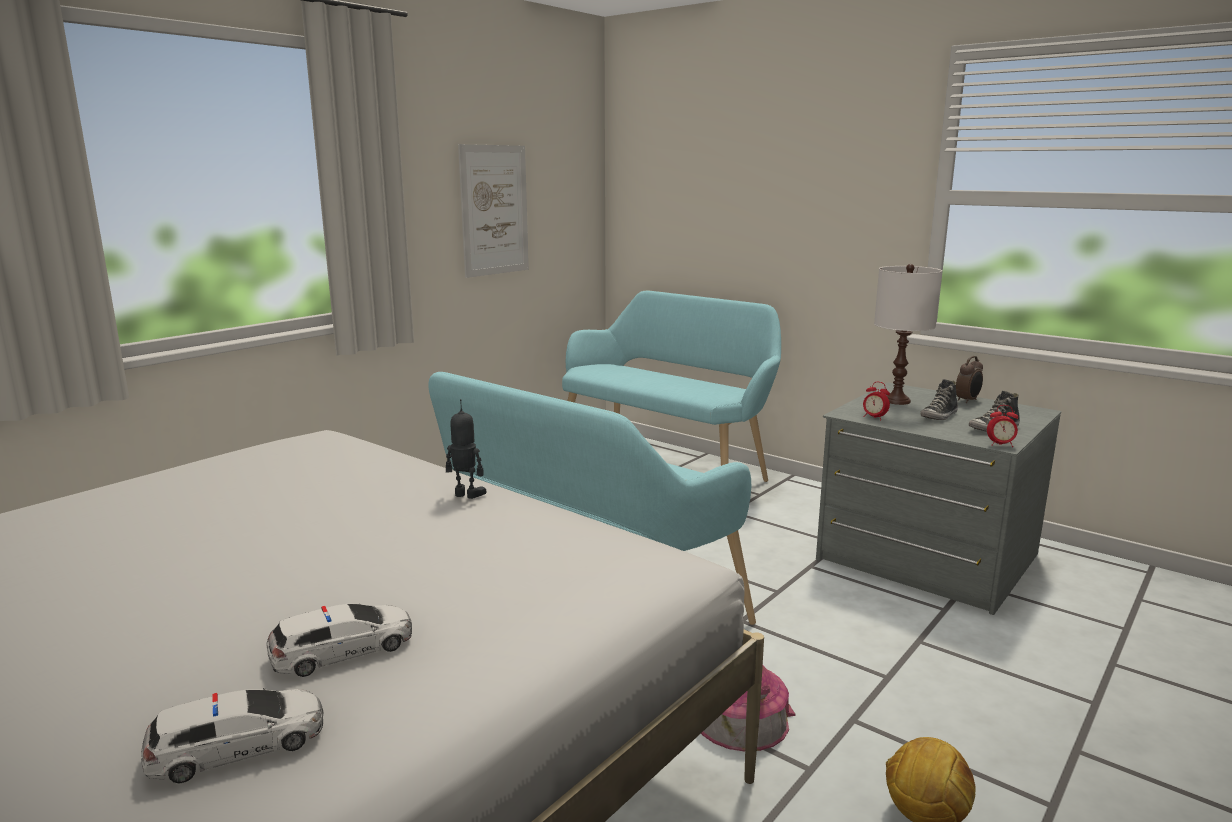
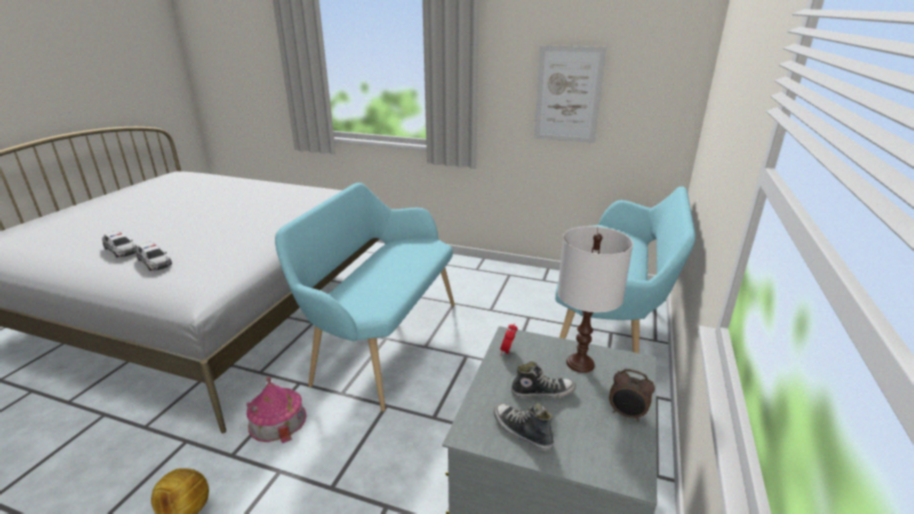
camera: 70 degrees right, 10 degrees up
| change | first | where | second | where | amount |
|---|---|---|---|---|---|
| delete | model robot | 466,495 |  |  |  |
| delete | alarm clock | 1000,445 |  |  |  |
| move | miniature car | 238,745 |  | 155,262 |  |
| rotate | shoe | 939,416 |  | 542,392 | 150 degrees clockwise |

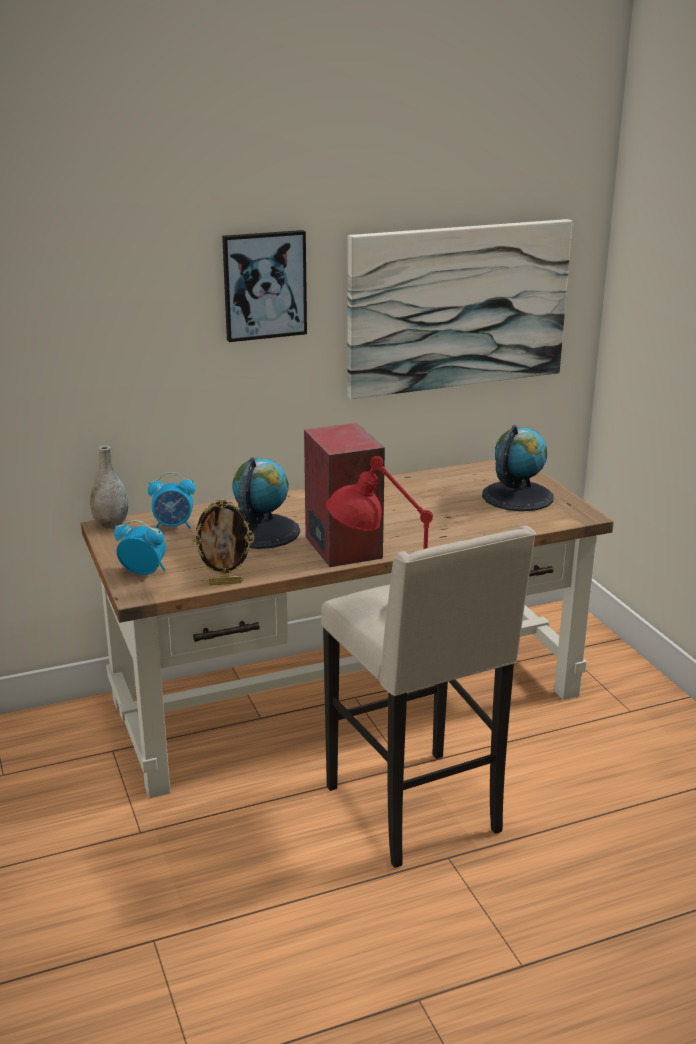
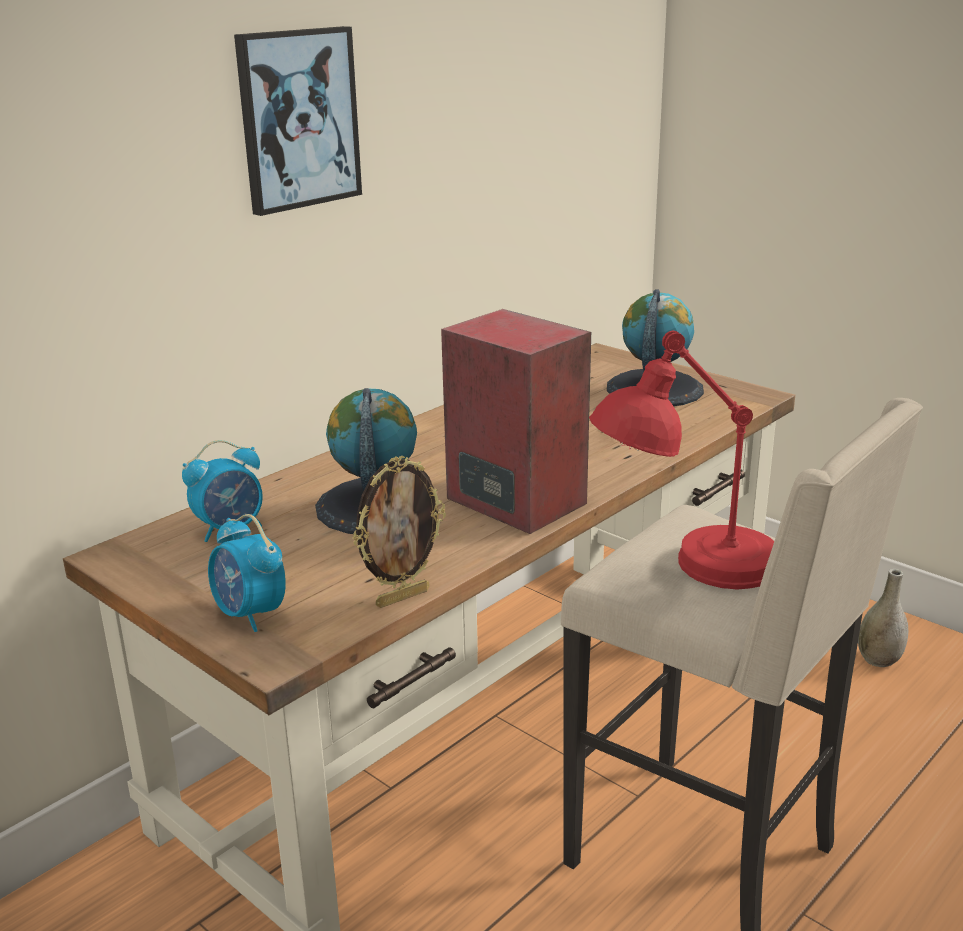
camera: 25 degrees left, 0 degrees up
| change | first | where | second | where | amount |
|---|---|---|---|---|---|
| delete | picture | 457,307 |  |  |  |
| move | flower vase/greyish | 111,524 |  | 878,660 |  |
| rotate | alarm clock | 143,572 |  | 250,614 | 120 degrees counterclockwise |

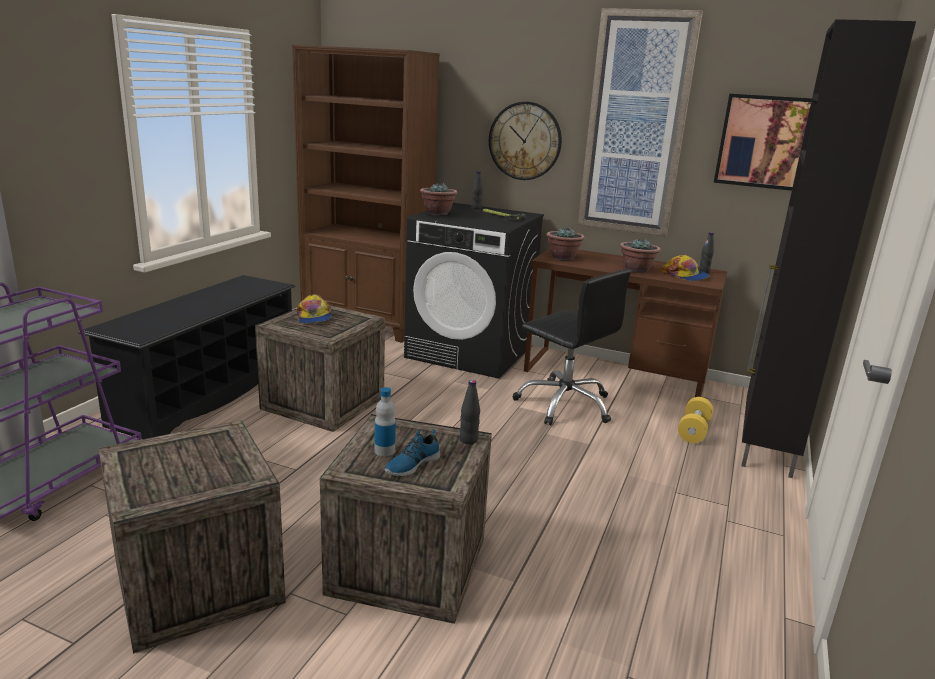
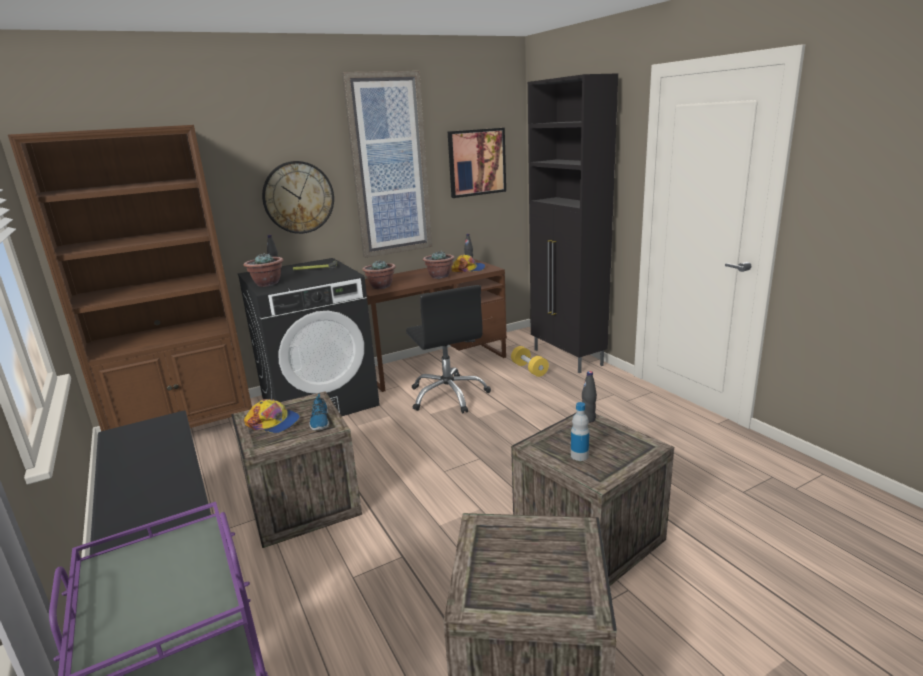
camera: 50 degrees left, 0 degrees up
| change | first | where | second | where | amount |
|---|---|---|---|---|---|
| move | shoe | 411,464 |  | 319,421 |  |
| rotate | computer chair/black-coloured | 565,404 |  | 448,395 | 75 degrees clockwise |

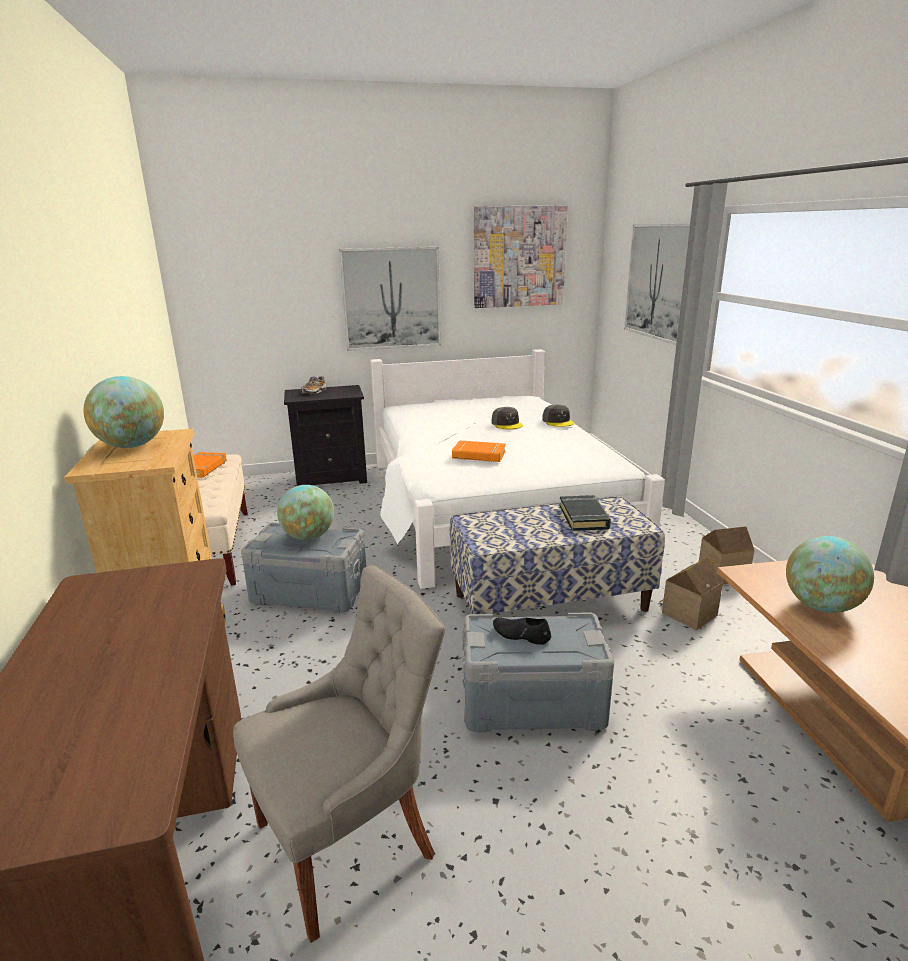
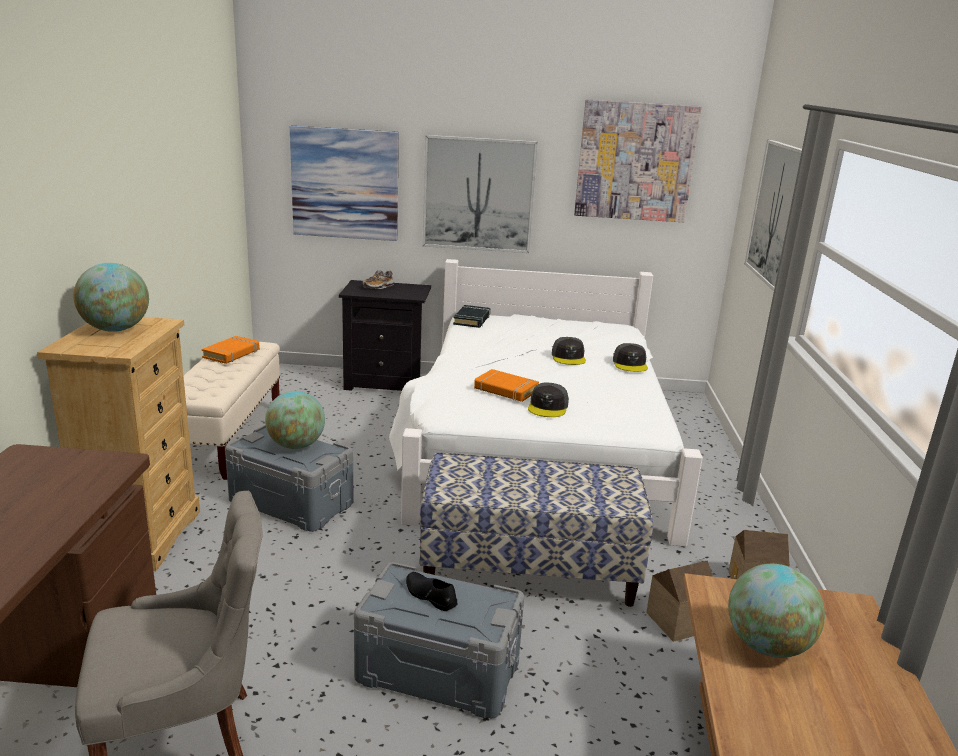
camera: 15 degrees right, 0 degrees up
| change | first | where | second | where | amount |
|---|---|---|---|---|---|
| insert |  |  | picture | 345,184 |  |
| insert |  |  | cap/greyish | 548,407 |  |
| move | book/black-coloured | 584,517 |  | 472,320 |  |

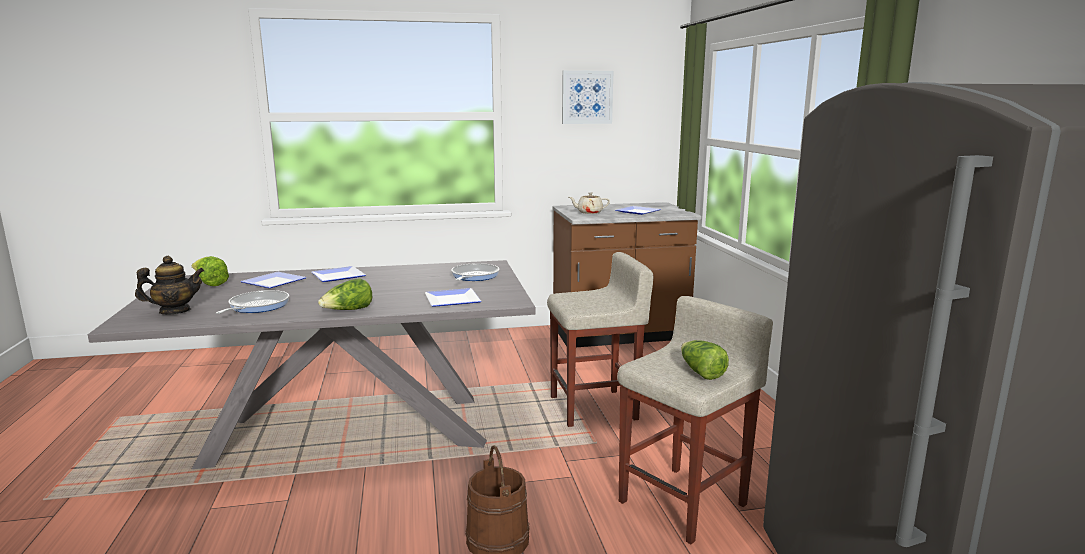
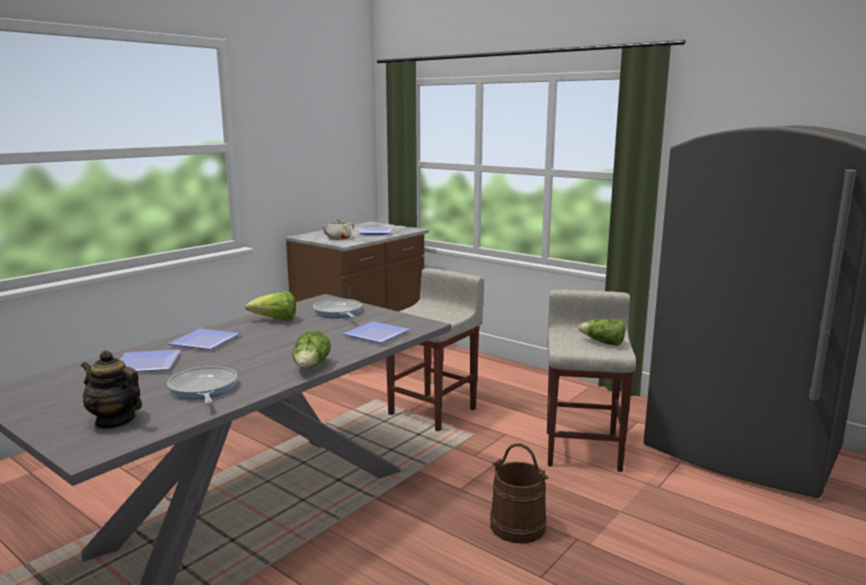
camera: 40 degrees left, 0 degrees up
| change | first | where | second | where | amount |
|---|---|---|---|---|---|
| delete | picture | 587,97 |  |  |  |
| move | head of lettuce | 209,284 |  | 275,320 |  |
| rotate | pot for tea | 175,311 |  | 115,421 | 90 degrees counterclockwise |

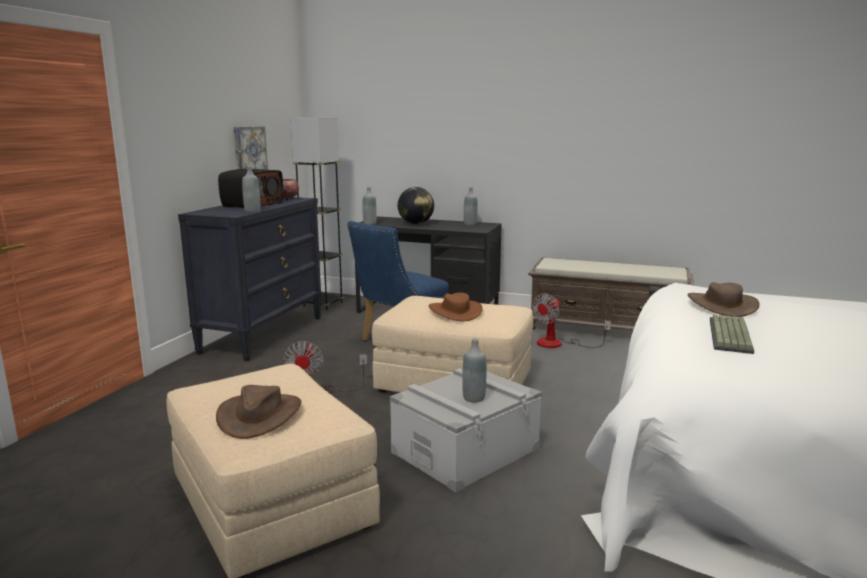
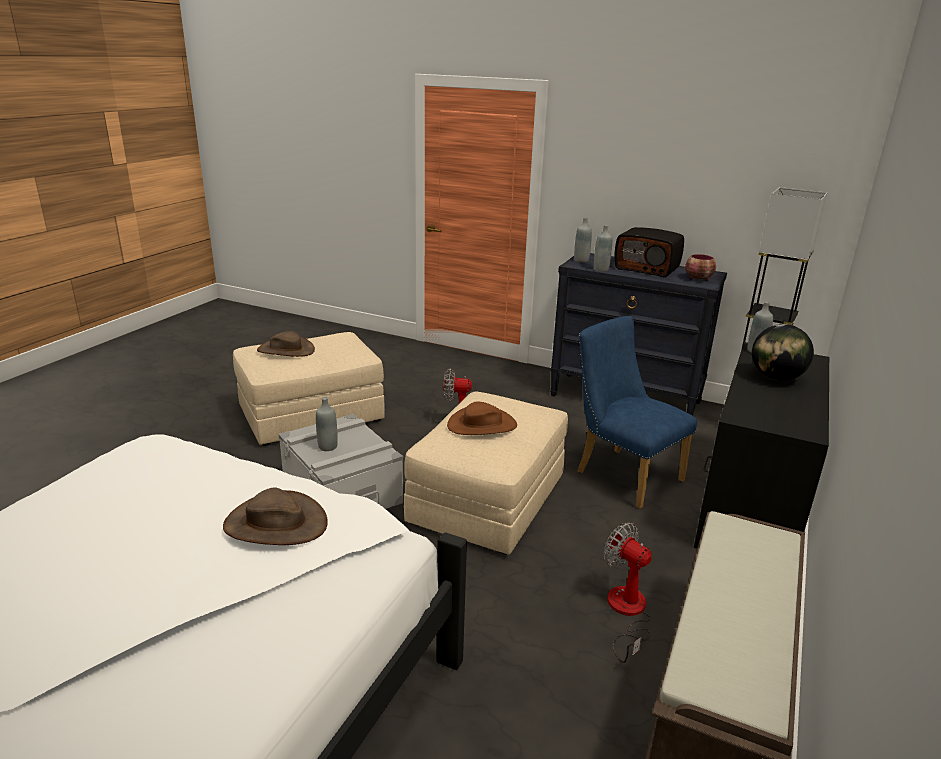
camera: 95 degrees right, 10 degrees up
| change | first | where | second | where | amount |
|---|---|---|---|---|---|
| delete | picture | 249,150 |  |  |  |
| delete | keyboard | 732,336 |  |  |  |
| move | drink bottle/greyish | 470,224 |  | 581,260 |  |

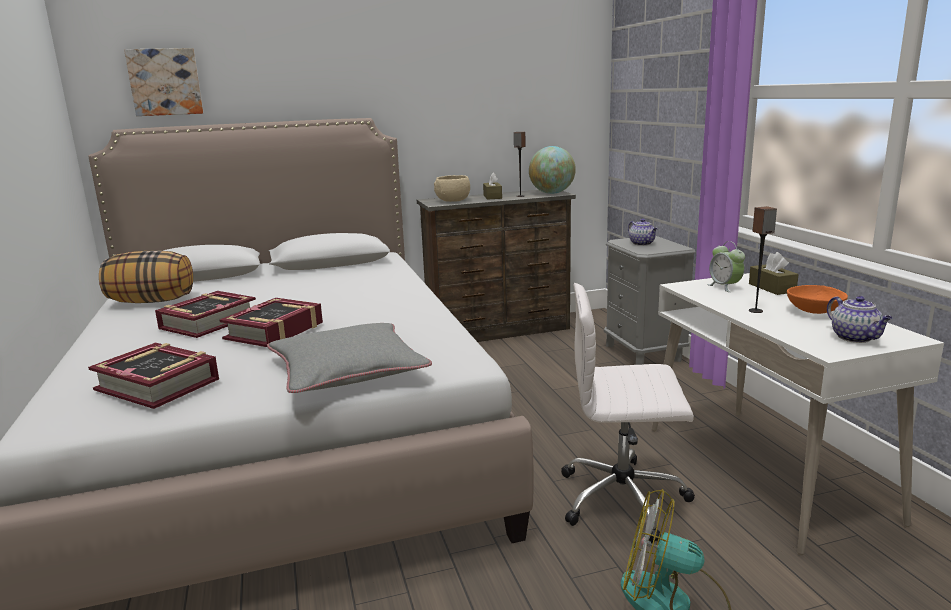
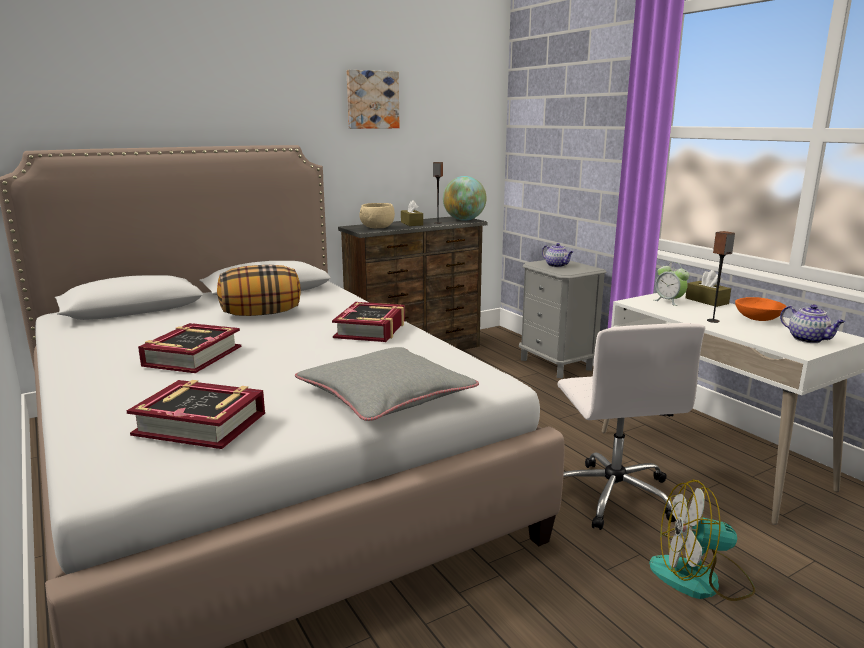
camera: 15 degrees left, 0 degrees up
| change | first | where | second | where | amount |
|---|---|---|---|---|---|
| move | pillow | 152,301 |  | 261,314 |  |
| move | picture | 165,82 |  | 372,100 |  |
| move | book | 275,331 |  | 371,330 |  |
| rotate | computer chair/whitish | 624,499 |  | 612,495 | 90 degrees counterclockwise |

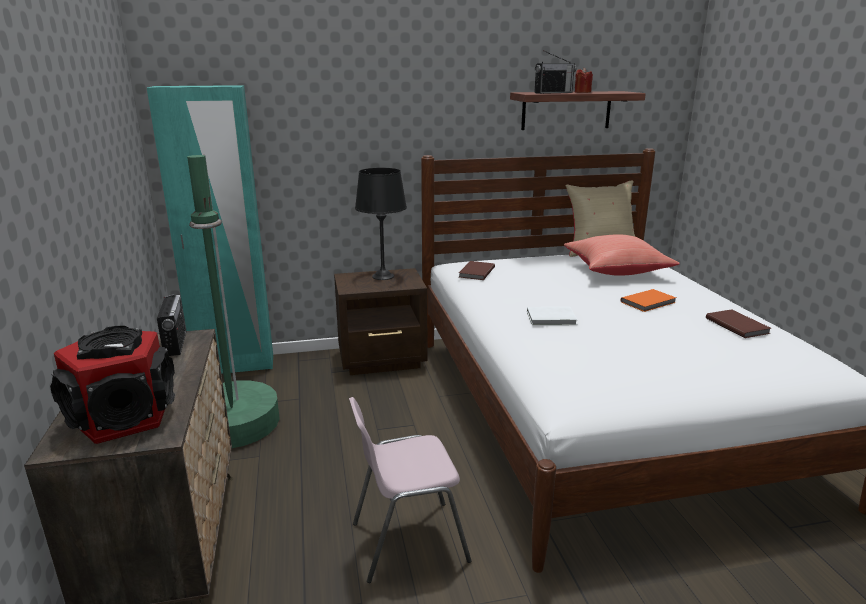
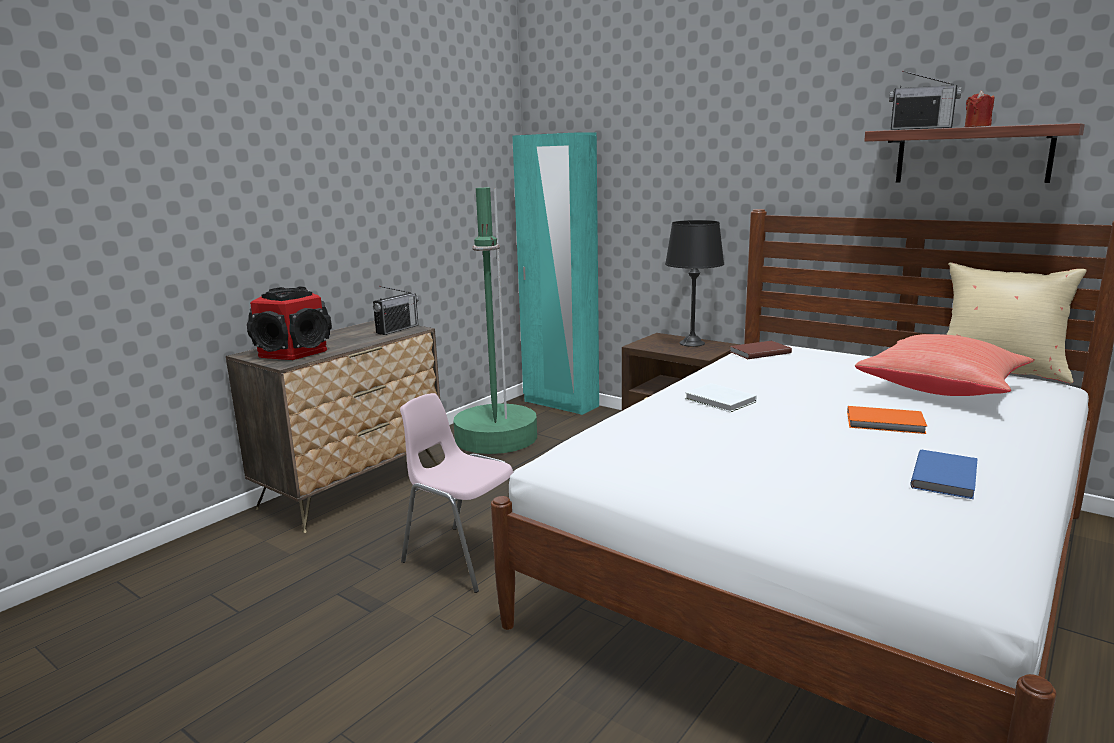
camera: 50 degrees right, 5 degrees down
| change | first | where | second | where | amount |
|---|---|---|---|---|---|
| recolor | book/brown-coloured | 737,325 | book/blue-coloured | 946,477 |  |

